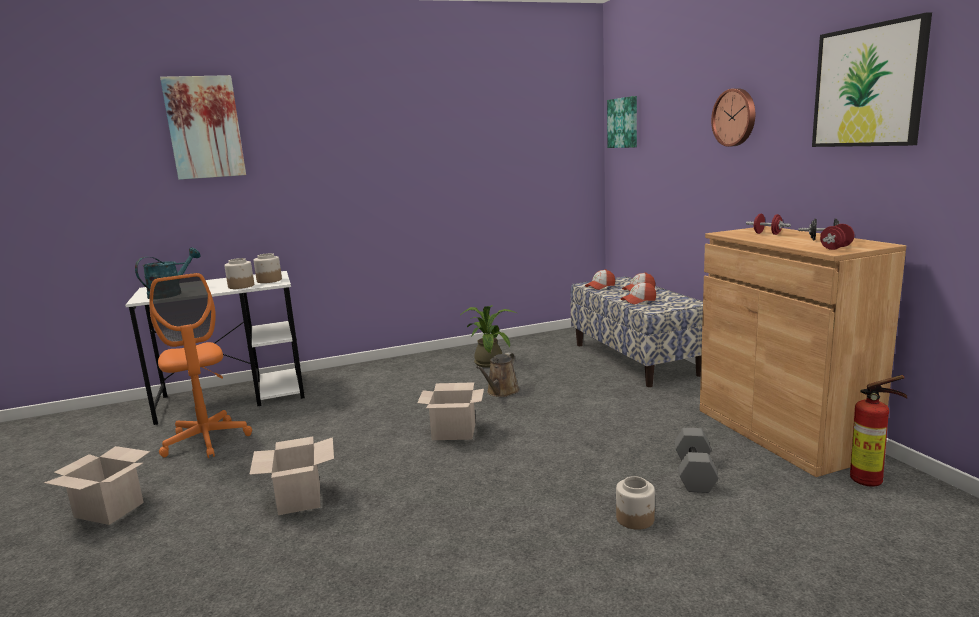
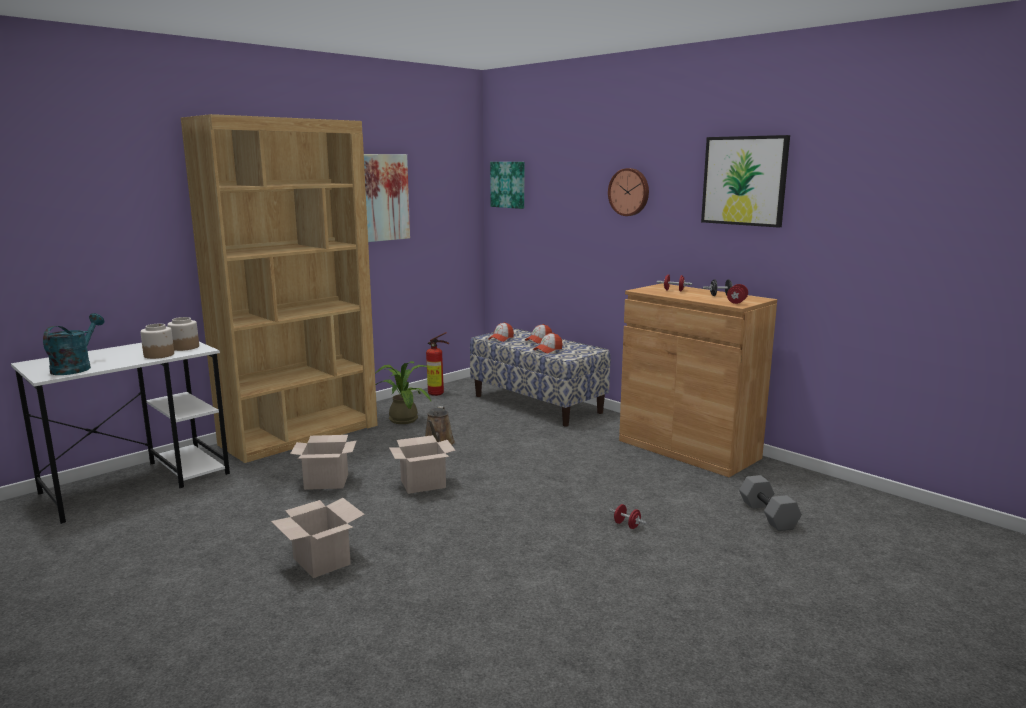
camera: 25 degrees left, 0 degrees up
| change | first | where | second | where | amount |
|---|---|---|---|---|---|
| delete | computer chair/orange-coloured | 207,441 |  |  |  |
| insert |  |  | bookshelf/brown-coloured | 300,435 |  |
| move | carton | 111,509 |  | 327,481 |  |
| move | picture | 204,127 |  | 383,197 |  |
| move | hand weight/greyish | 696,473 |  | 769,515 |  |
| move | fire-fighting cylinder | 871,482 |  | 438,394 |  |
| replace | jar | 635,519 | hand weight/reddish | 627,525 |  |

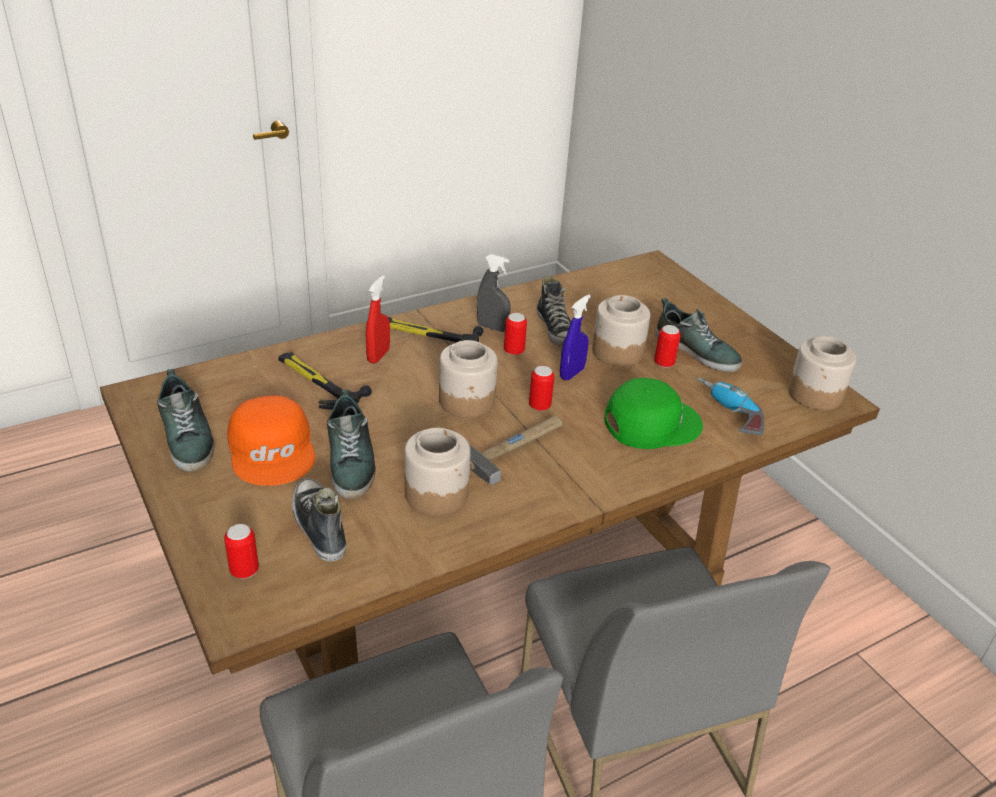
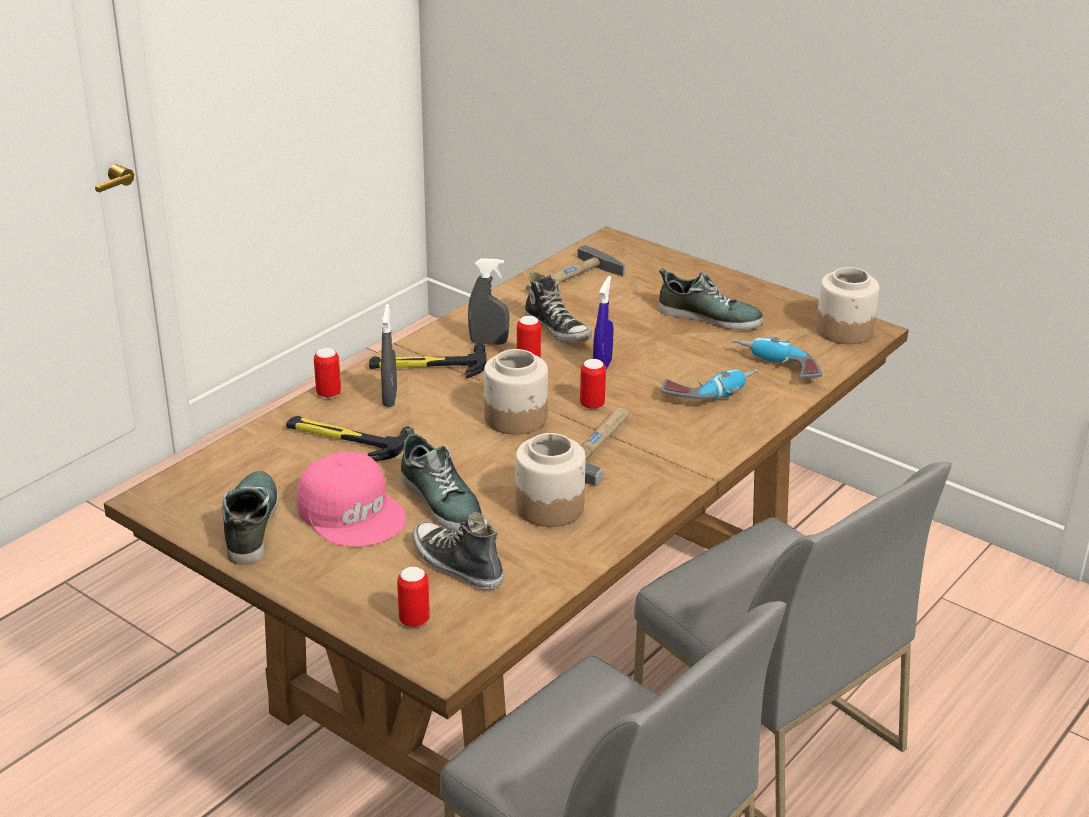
camera: 20 degrees left, 5 degrees down
| change | first | where | second | where | amount |
|---|---|---|---|---|---|
| delete | jar | 617,351 |  |  |  |
| insert |  |  | tool hammer | 570,279 |  |
| move | sealed can | 664,363 |  | 328,394 |  |
| replace | cap/green | 651,423 | drill | 709,393 |  |
| recolor | cap/orange-coloured | 273,450 | cap/pink | 352,512 |  |
| recolor | spray bottle/reddish | 378,356 | spray bottle/greyish | 390,398 |  |
| rotate | shoe | 188,437 |  | 250,524 | 135 degrees counterclockwise |

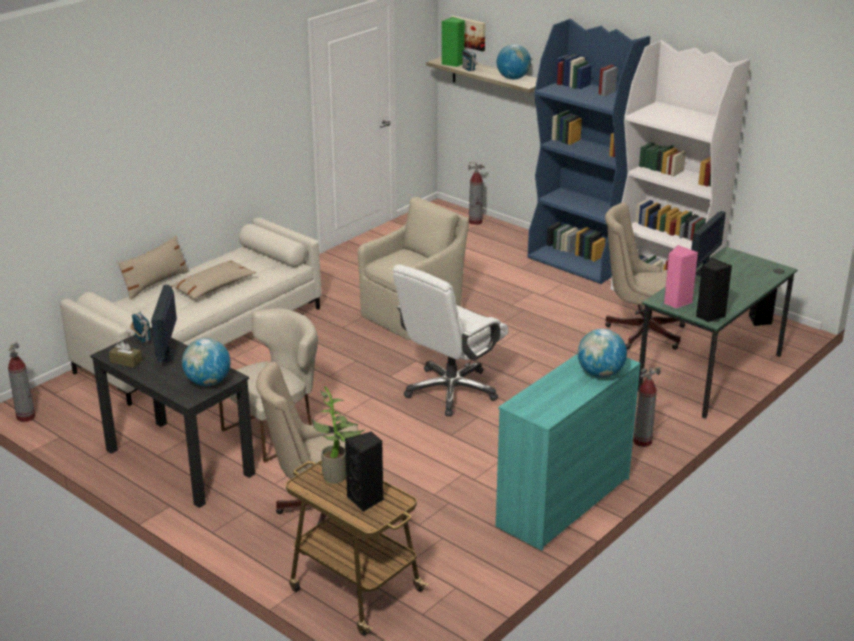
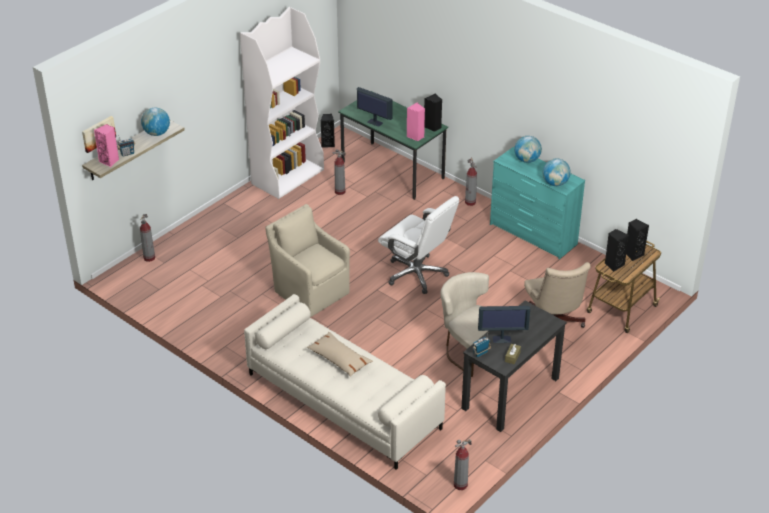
camera: 90 degrees left, 10 degrees up
| change | first | where | second | where | amount |
|---|---|---|---|---|---|
| delete | pillow/beige-coloured | 155,283 |  |  |  |
| delete | bookshelf/blue-coloured | 579,262 |  |  |  |
| move | world globe | 208,382 |  | 555,183 |  |
| replace | potted plant | 338,476 | speaker/black-coloured | 613,265 |  |
| replace | computer chair/beige-coloured | 640,331 | fire-fighting cylinder | 339,191 |  |
| recolor | speaker/green | 453,63 | speaker/pink | 110,161 |  |

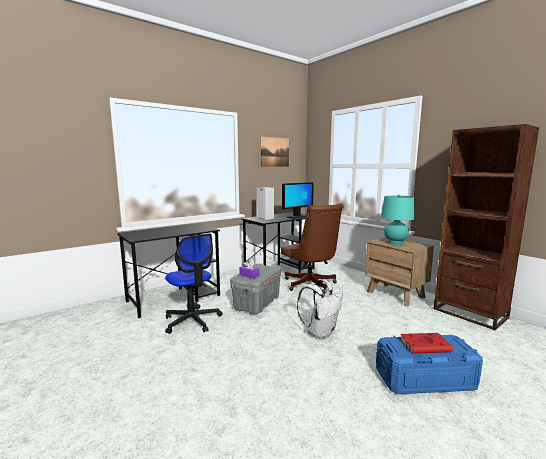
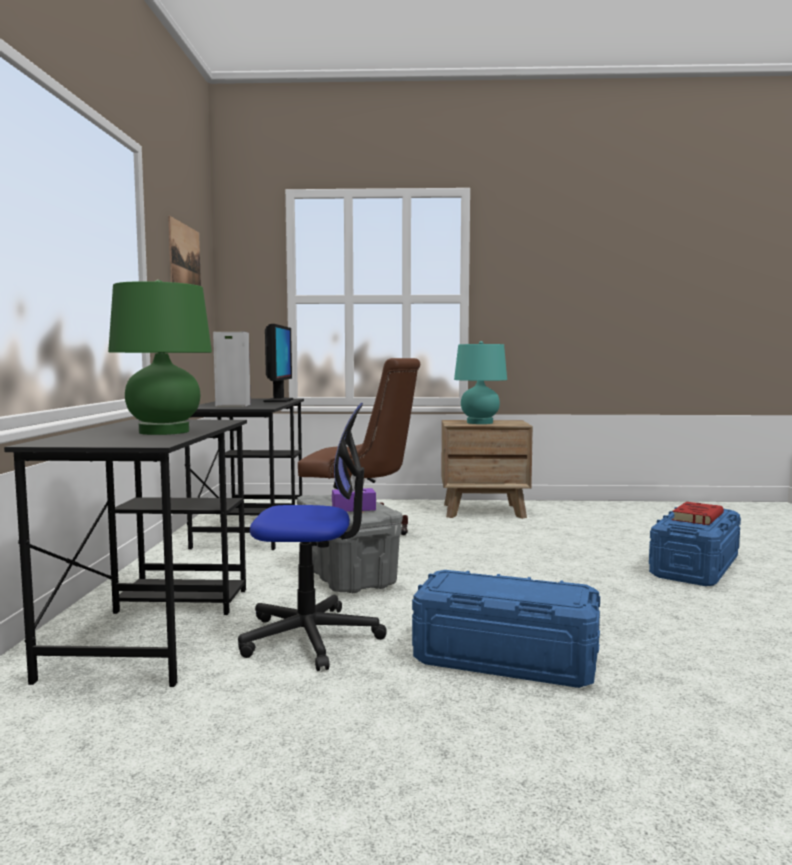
camera: 50 degrees left, 5 degrees down
| change | first | where | second | where | amount |
|---|---|---|---|---|---|
| delete | rucksack/whitish | 320,332 |  |  |  |
| delete | bookshelf/brown-coloured | 470,313 |  |  |  |
| insert |  |  | tabletop lamp/green | 164,432 |  |
| insert |  |  | storage container/blue-coloured | 505,658 |  |

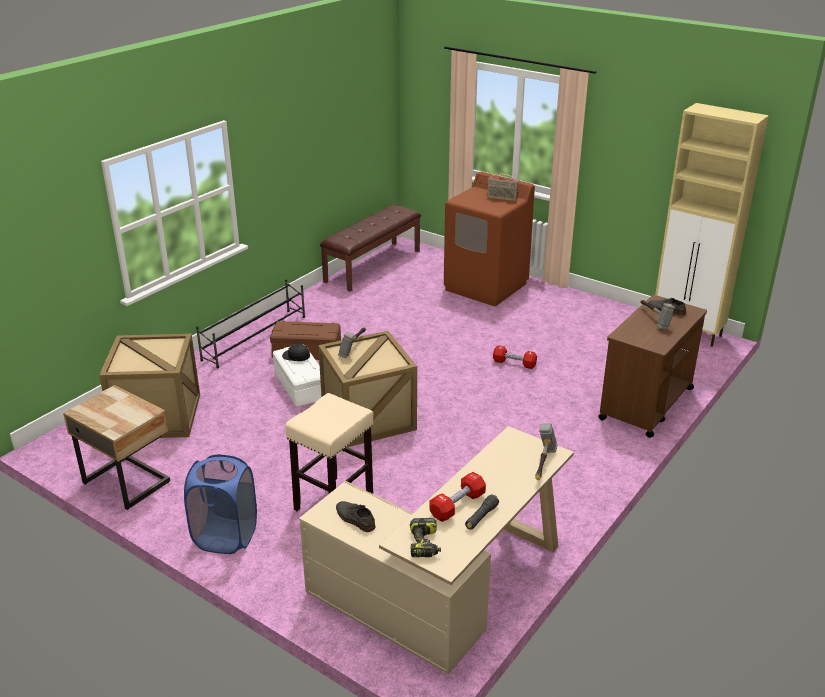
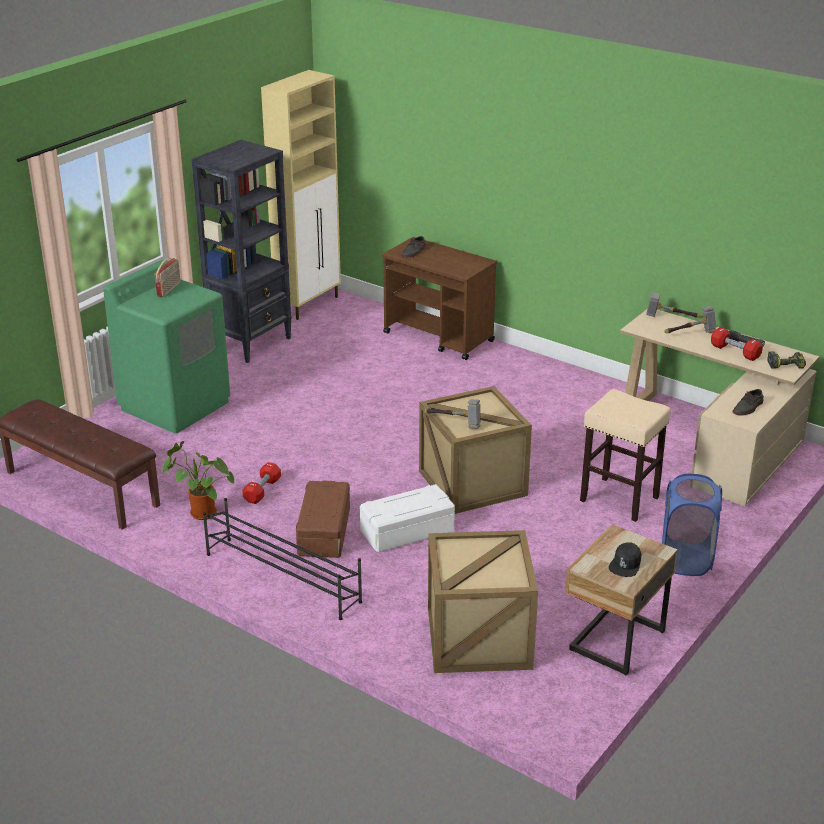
camera: 90 degrees left, 0 degrees up
| change | first | where | second | where | amount |
|---|---|---|---|---|---|
| insert |  |  | potted plant | 200,514 |  |
| insert |  |  | bookshelf/black-coloured | 251,343 |  |
| move | cap/black-coloured | 296,356 |  | 625,564 |  |
| move | hand weight/reddish | 514,363 |  | 262,490 |  |
| move | tool hammer | 654,319 |  | 690,334 |  |
| recolor | laundry appliance/brown-coloured | 486,287 | laundry appliance/green | 175,405 |  |

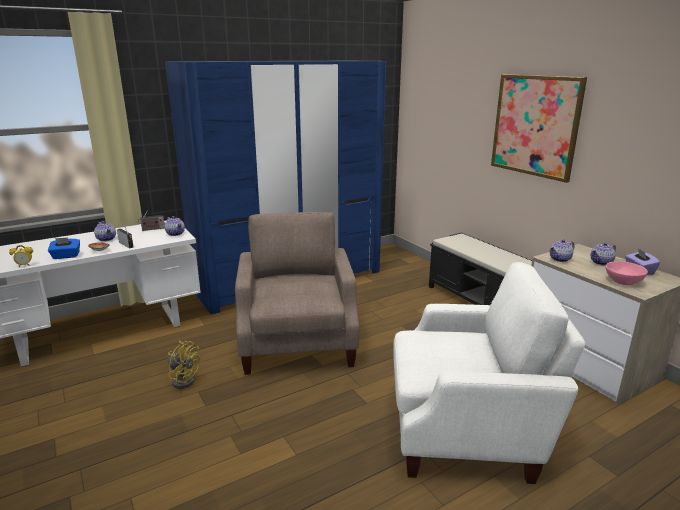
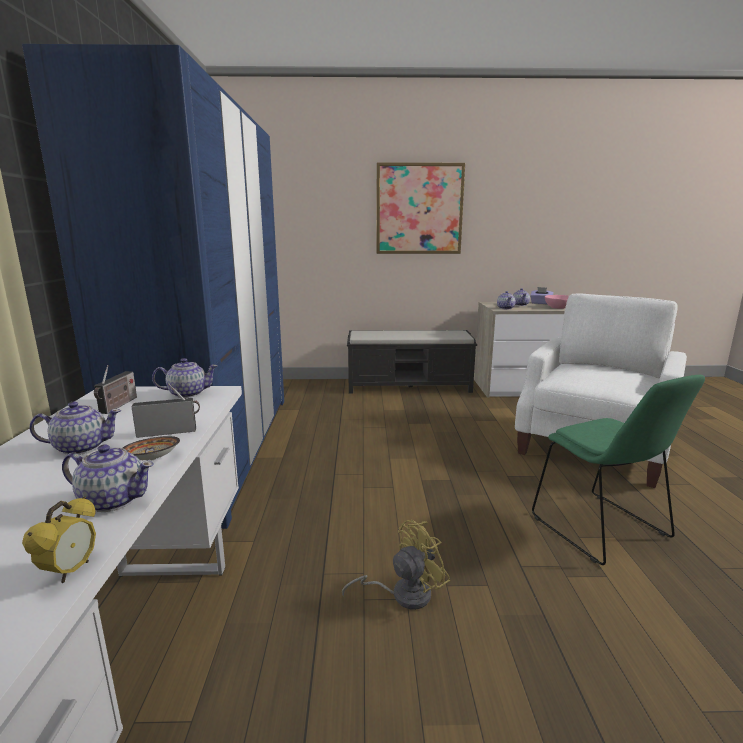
camera: 60 degrees left, 5 degrees down
| change | first | where | second | where | amount |
|---|---|---|---|---|---|
| delete | armchair/beige-coloured | 297,343 |  |  |  |
| insert |  |  | plain chair/green | 602,529 |  |
| replace | tissue holder/blue-coloured | 66,256 | pot for tea | 113,500 |  |

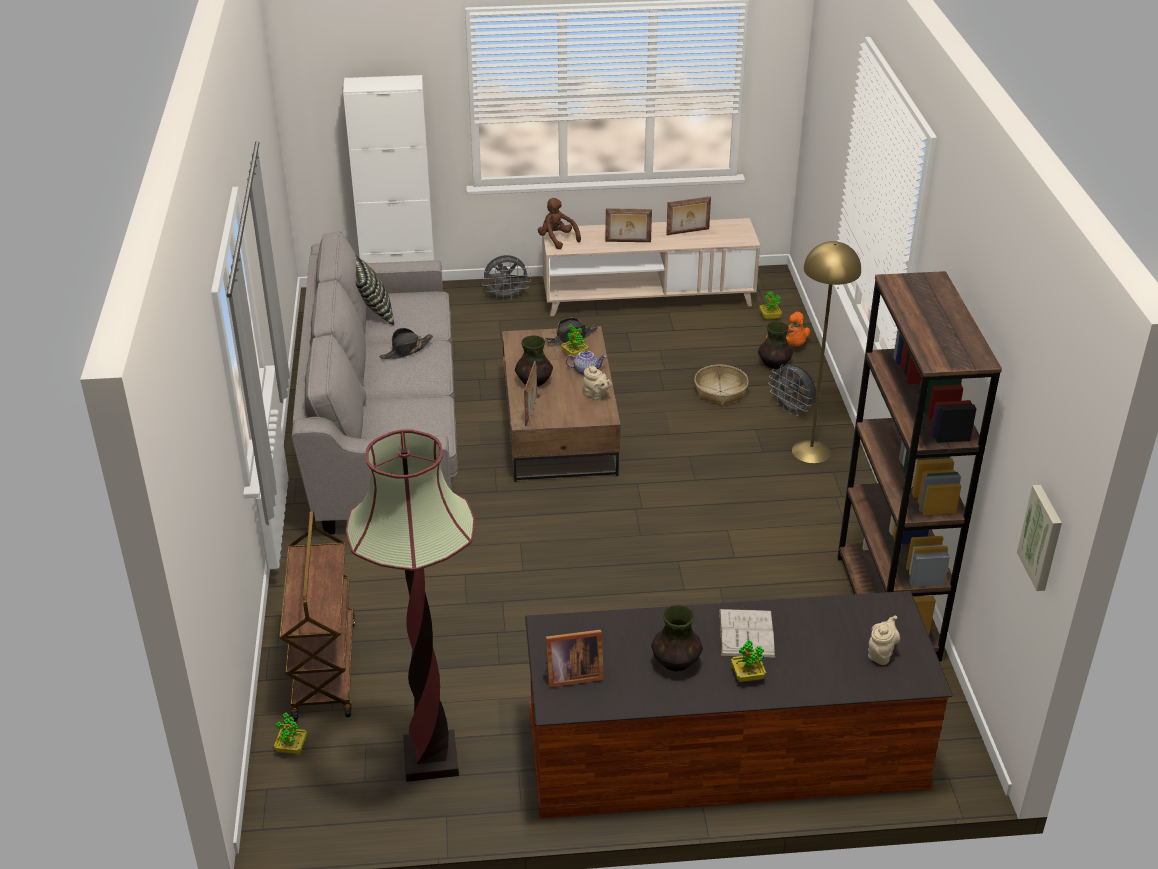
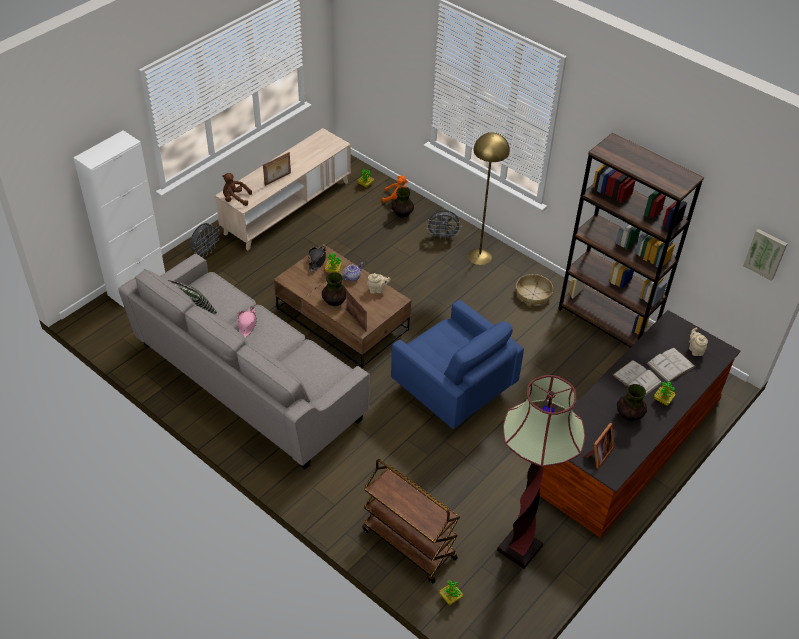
camera: 45 degrees left, 10 degrees up
| change | first | where | second | where | amount |
|---|---|---|---|---|---|
| delete | photo frame | 688,232 |  |  |  |
| insert |  |  | armchair/blue-coloured | 453,390 |  |
| insert |  |  | book/whitish | 670,365 |  |
| move | storage basket | 720,391 |  | 533,294 |  |
| recolor | hat/black-coloured | 406,350 | hat/pink | 247,325 |  |

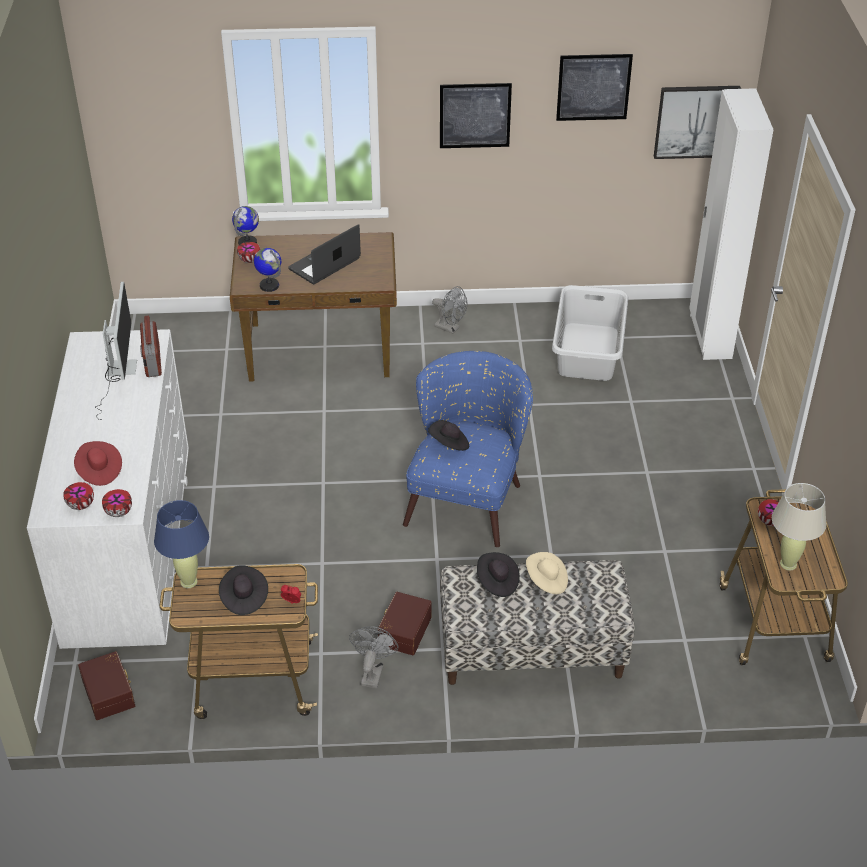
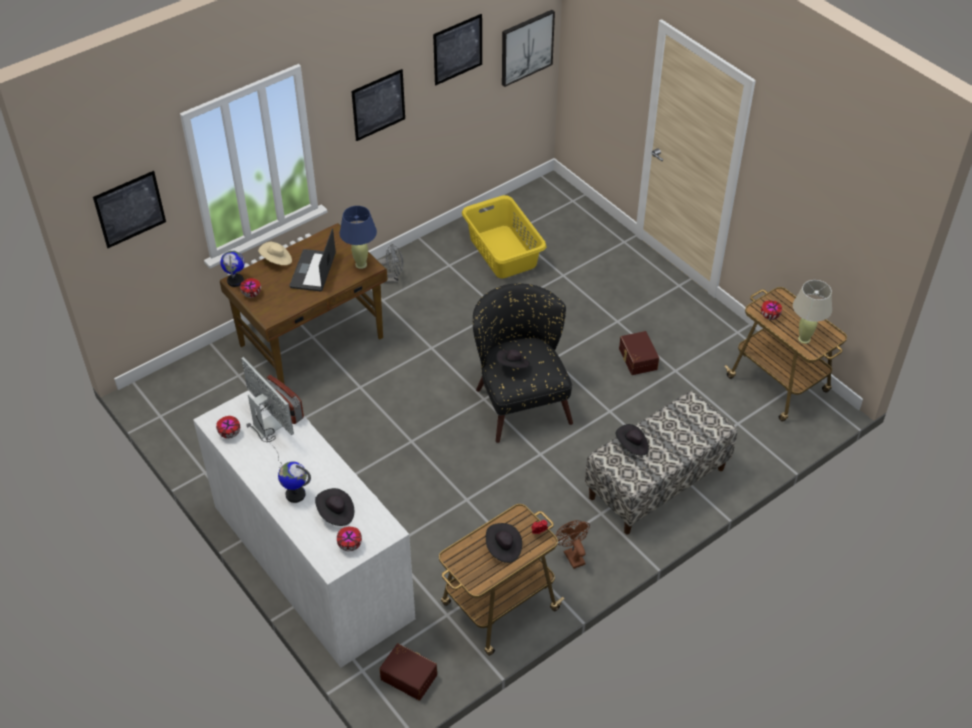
camera: 35 degrees left, 5 degrees up
| change | first | where | second | where | amount |
|---|---|---|---|---|---|
| delete | armoire/whitish | 709,336 |  |  |  |
| insert |  |  | picture | 130,209 |  |
| move | bowl | 119,512 |  | 230,433 |  |
| move | tabletop lamp/blue-coloured | 189,582 |  | 361,264 |  |
| move | world globe | 269,285 |  | 295,494 |  |
| move | storage container/brown-coloured | 403,630 |  | 637,359 |  |
| move | hat/beige-coloured | 546,581 |  | 276,260 |  |
| recolor | hat/reddish | 99,471 | hat/black-coloured | 336,513 |  |
| recolor | fan/greyish | 373,672 | fan/brown-coloured | 572,555 |  |
| recolor | armchair/blue-coloured | 468,496 | armchair/black-coloured | 520,398 |  |
| recolor | hamper/greyish | 589,351 | hamper/yellow | 503,251 |  |

